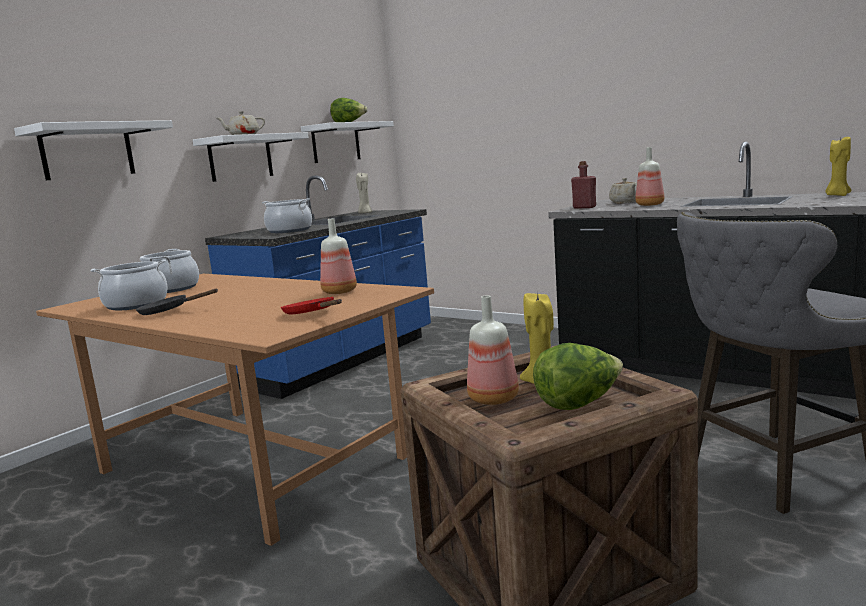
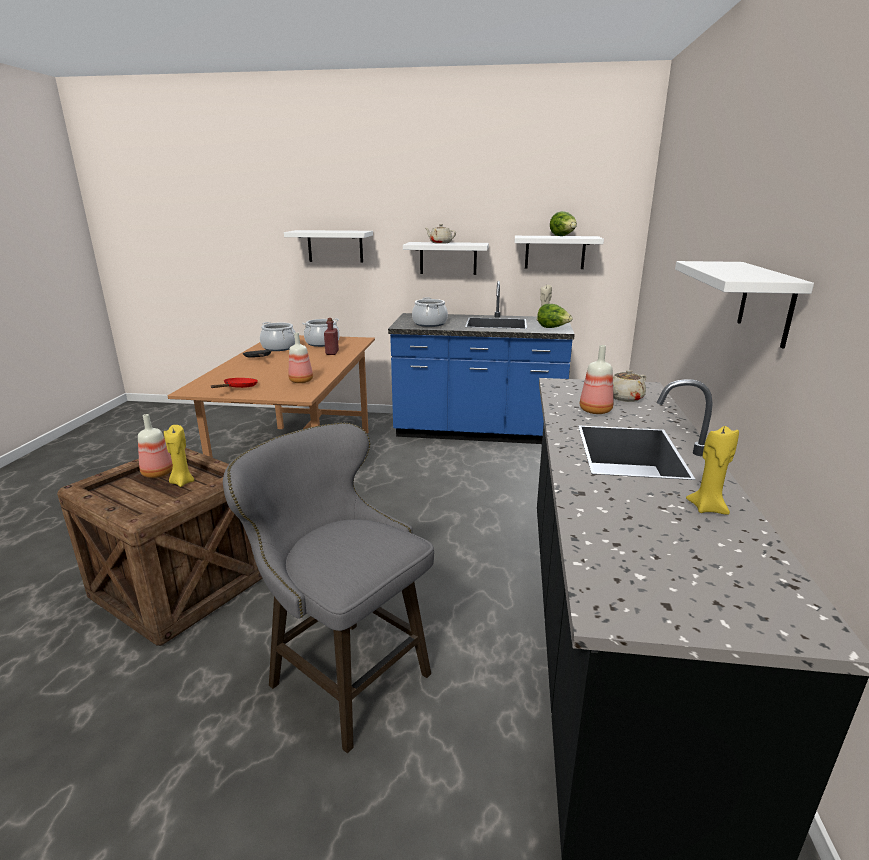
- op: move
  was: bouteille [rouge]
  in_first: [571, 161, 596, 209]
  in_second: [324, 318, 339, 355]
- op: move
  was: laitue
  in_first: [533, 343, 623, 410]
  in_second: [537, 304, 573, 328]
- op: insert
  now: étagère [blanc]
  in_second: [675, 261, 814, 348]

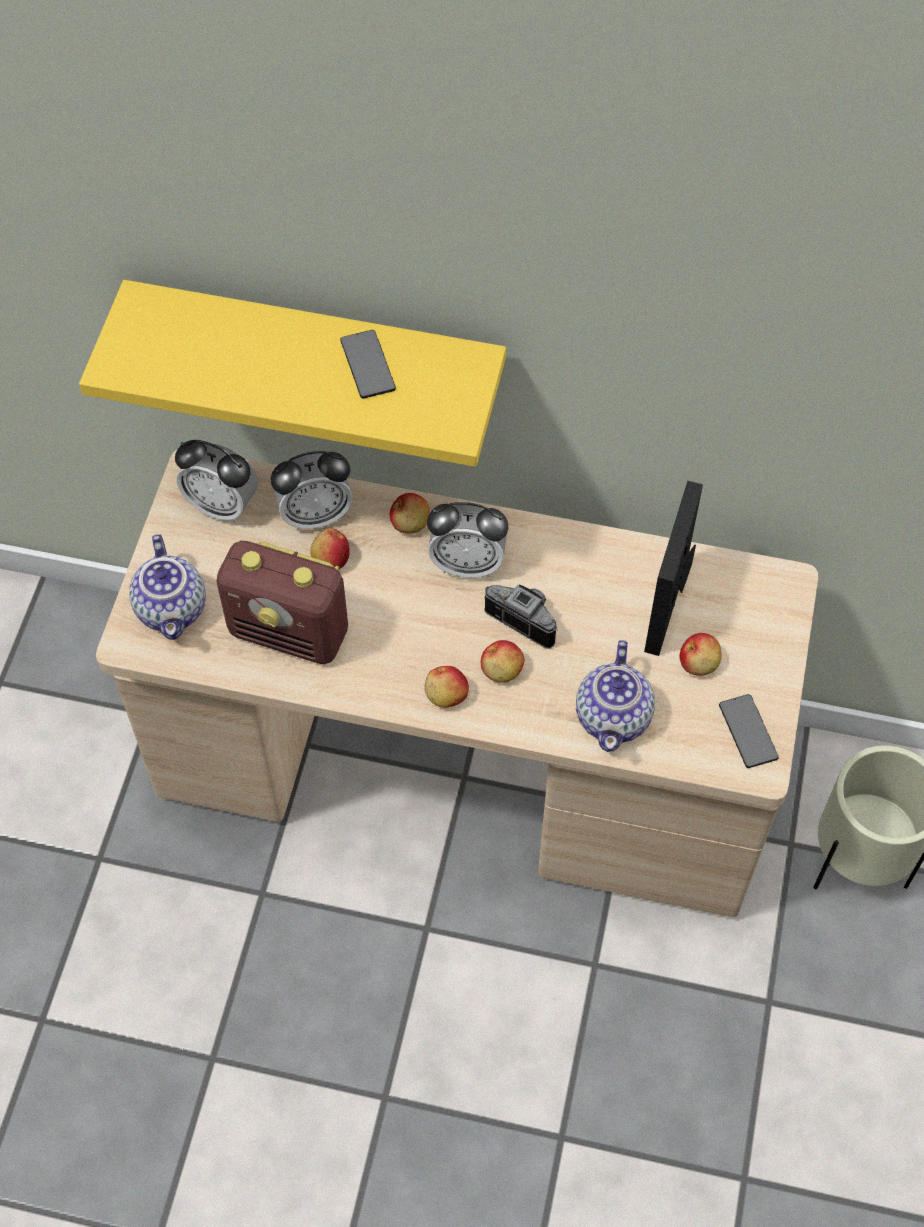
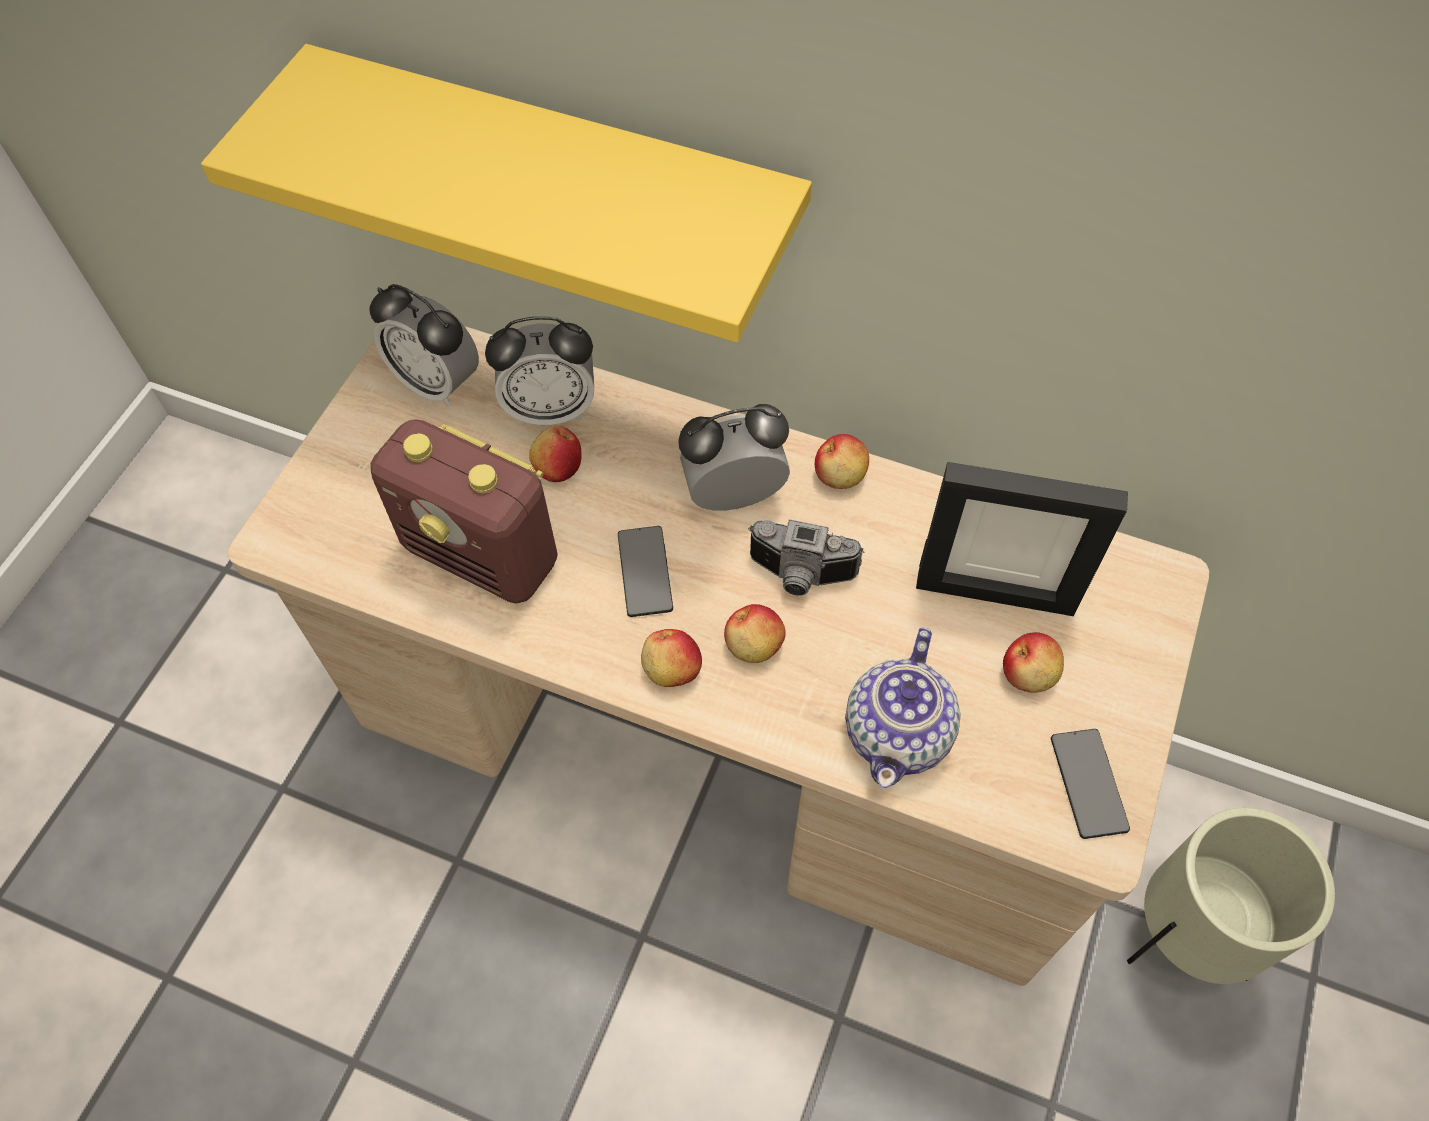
- op: move
  was: téléphone
  in_first: [340, 330, 396, 399]
  in_second: [618, 526, 673, 617]
- op: rotate
  was: réveil
  in_first: [427, 502, 509, 578]
  in_second: [678, 404, 790, 511]
  clockwise: 150
- op: rotate
  was: appareil photo
  in_first: [485, 584, 558, 649]
  in_second: [748, 519, 864, 596]
  clockwise: 150
- op: move
  was: pomme
  in_first: [390, 493, 430, 534]
  in_second: [815, 434, 869, 489]
- op: rotate
  was: cadre photo
  in_first: [644, 481, 703, 656]
  in_second: [916, 462, 1128, 616]
  clockwise: -105
- op: delete
  was: théière
  in_first: [129, 534, 206, 640]

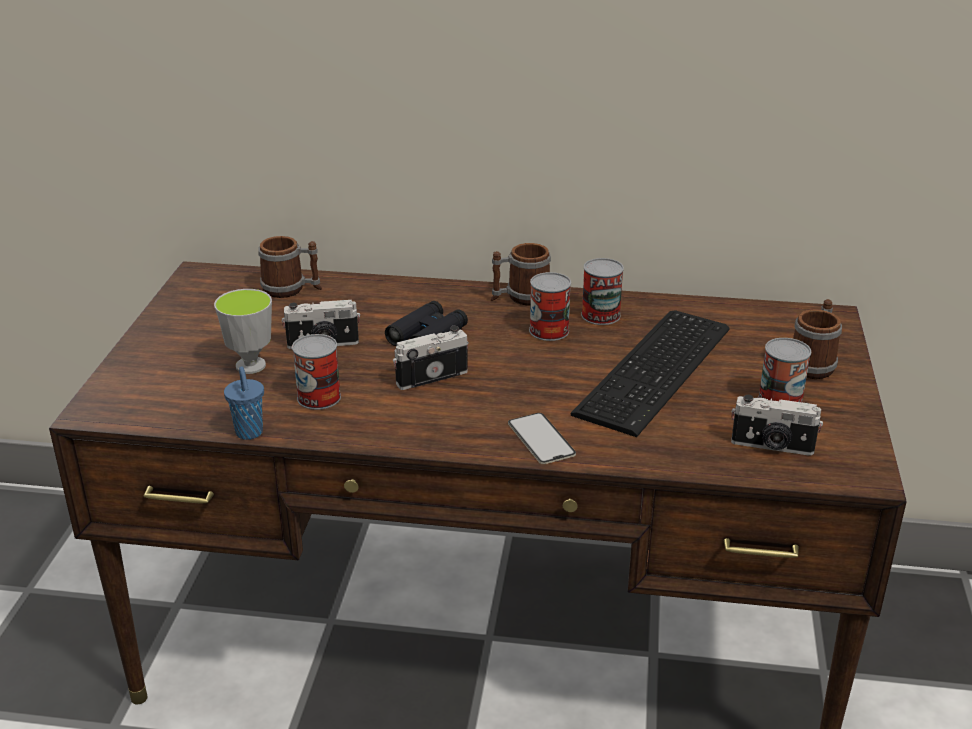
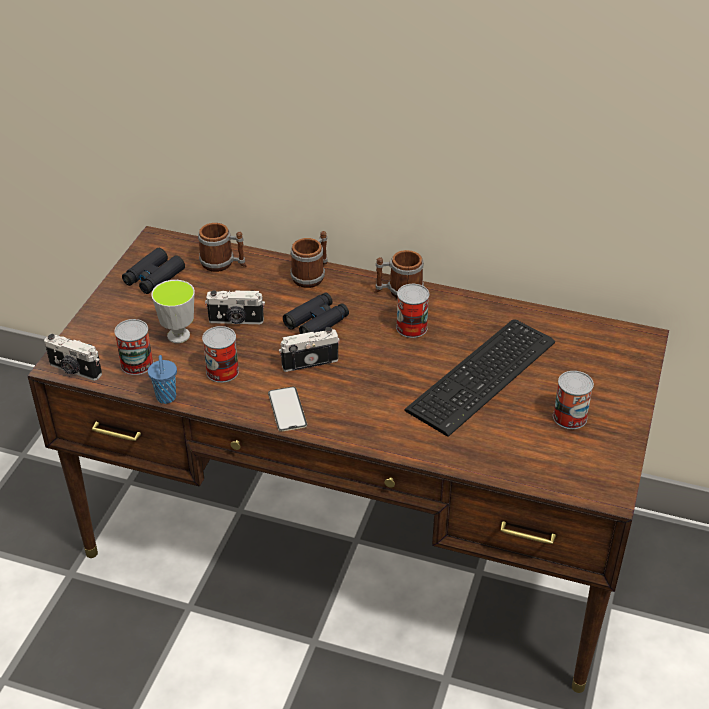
- op: move
  was: appareil photo
  in_first: [731, 395, 823, 456]
  in_second: [44, 334, 102, 381]
- op: move
  was: boîte métallique
  in_first: [581, 258, 624, 325]
  in_second: [114, 319, 153, 375]
- op: insert
  now: jumelles [noir]
  in_second: [122, 248, 185, 294]
- op: move
  was: téléphone
  in_first: [508, 413, 576, 464]
  in_second: [268, 387, 307, 432]
- op: move
  was: mug
  in_first: [793, 299, 842, 379]
  in_second: [290, 231, 328, 288]

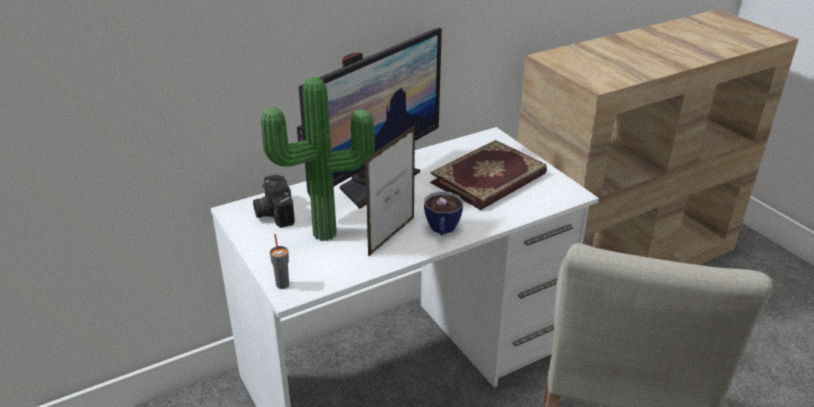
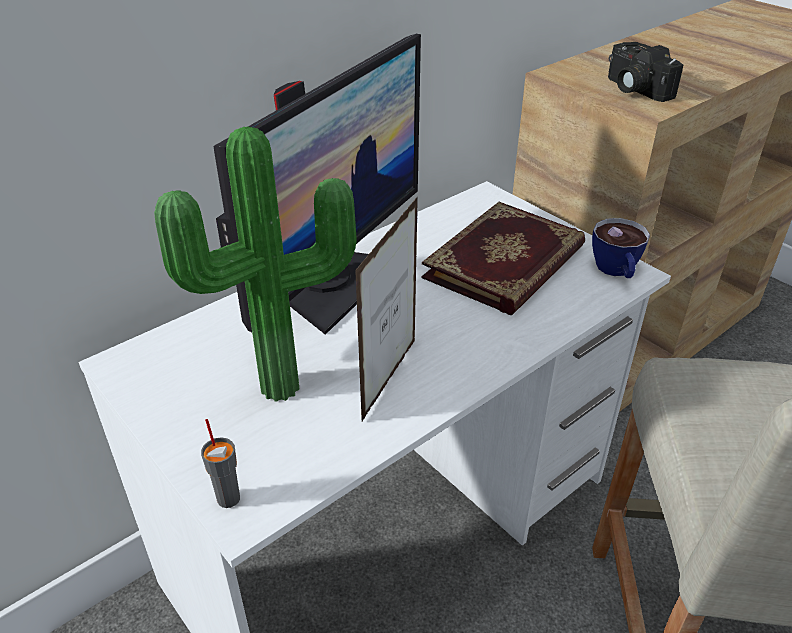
- op: move
  was: tasse
  in_first: [424, 191, 463, 235]
  in_second: [592, 218, 650, 278]
- op: move
  was: appareil photo
  in_first: [253, 175, 295, 228]
  in_second: [608, 42, 683, 102]

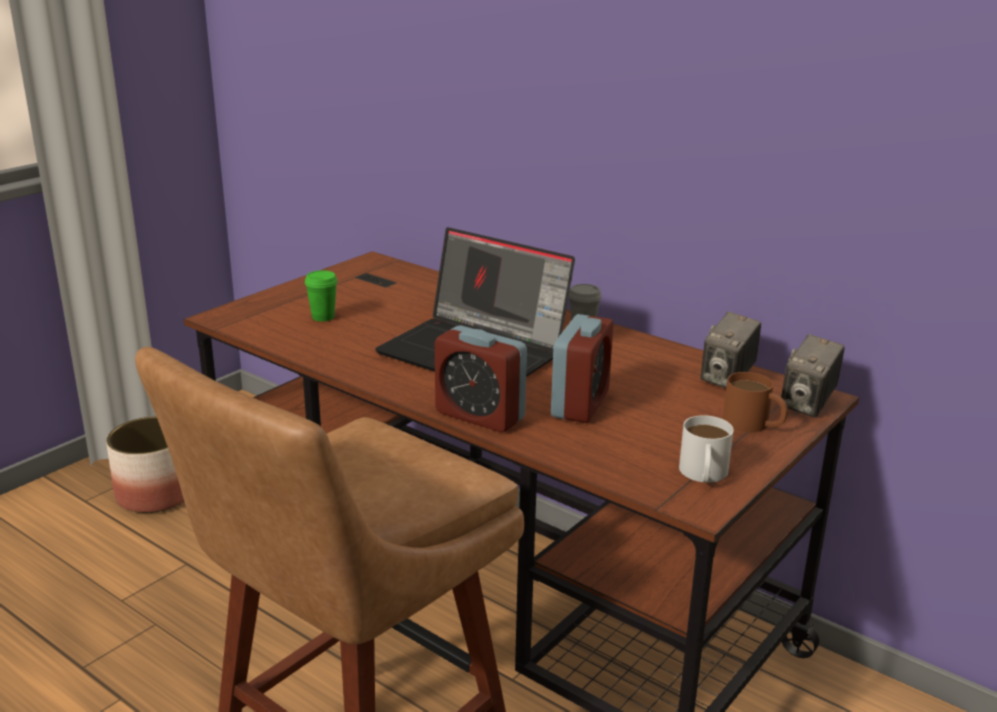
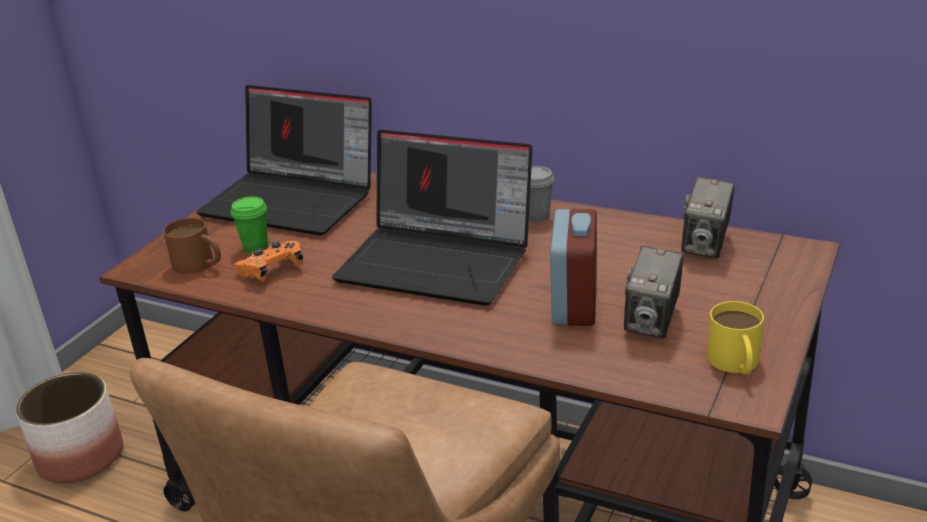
- op: move
  was: mug [marron]
  in_first: [723, 372, 788, 432]
  in_second: [163, 218, 221, 274]
- op: insert
  now: ordinateur portable
  in_second: [196, 85, 372, 235]
- op: insert
  now: manette [orange]
  in_second: [234, 241, 303, 282]
- op: move
  was: appareil photo
  in_first: [781, 334, 845, 418]
  in_second: [624, 245, 684, 339]
- op: recolor
  was: mug [blanc]
  now: mug [jaune]
  in_first: [679, 415, 734, 483]
  in_second: [707, 301, 764, 374]
- op: delete
  was: réveil
  in_first: [435, 325, 527, 432]

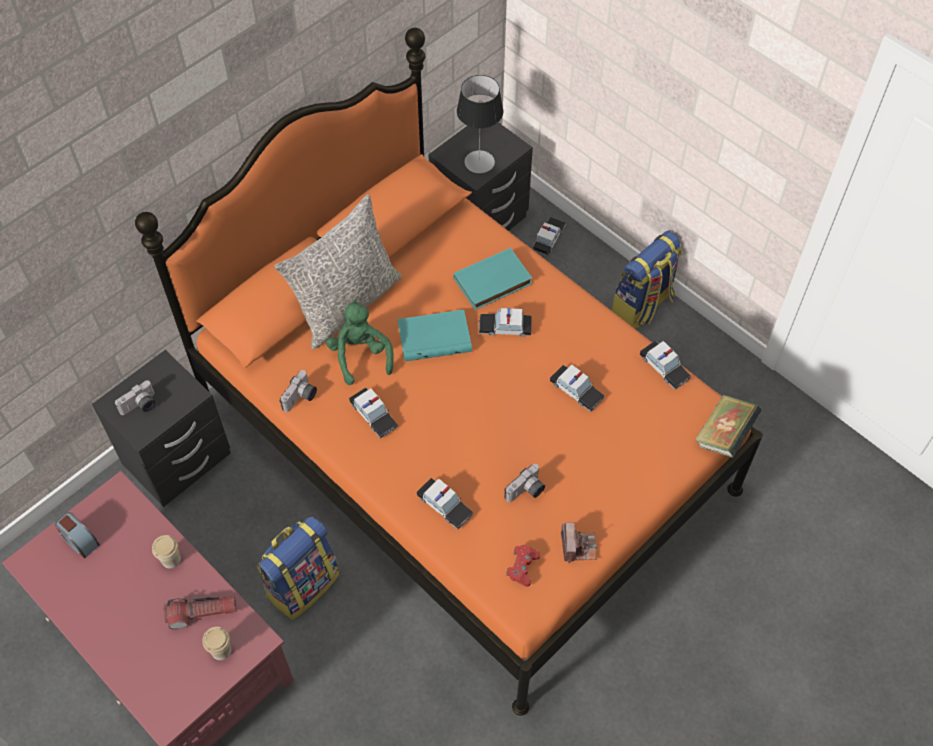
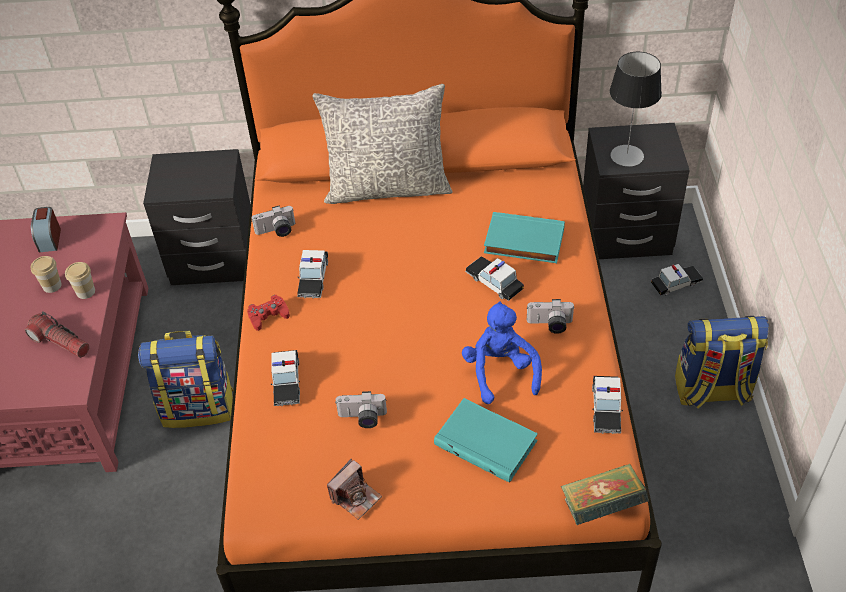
- op: move
  was: tasse
  in_first: [203, 627, 231, 660]
  in_second: [31, 256, 62, 293]
- op: move
  was: manette [rouge]
  in_first: [506, 545, 540, 587]
  in_second: [247, 295, 290, 331]
- op: move
  was: livre [turquoise]
  in_first: [398, 310, 472, 361]
  in_second: [434, 398, 538, 483]
- op: replace
  was: petite voiture
  now: peluche [bleu]
  in_first: [550, 364, 604, 412]
  in_second: [462, 301, 542, 404]
- op: move
  was: appareil photo
  in_first: [115, 380, 156, 415]
  in_second: [527, 299, 575, 334]
- op: delete
  was: peluche [vert]
  in_first: [326, 300, 394, 385]

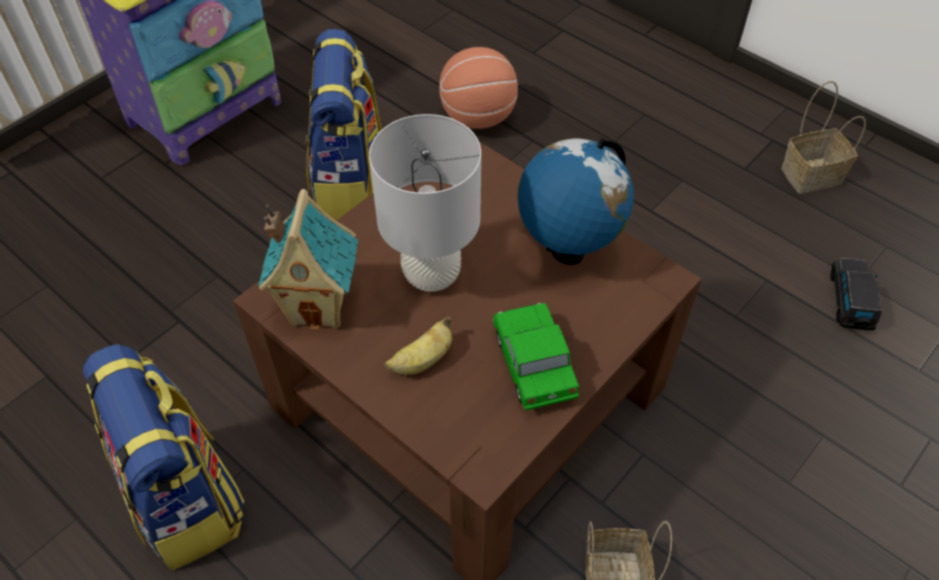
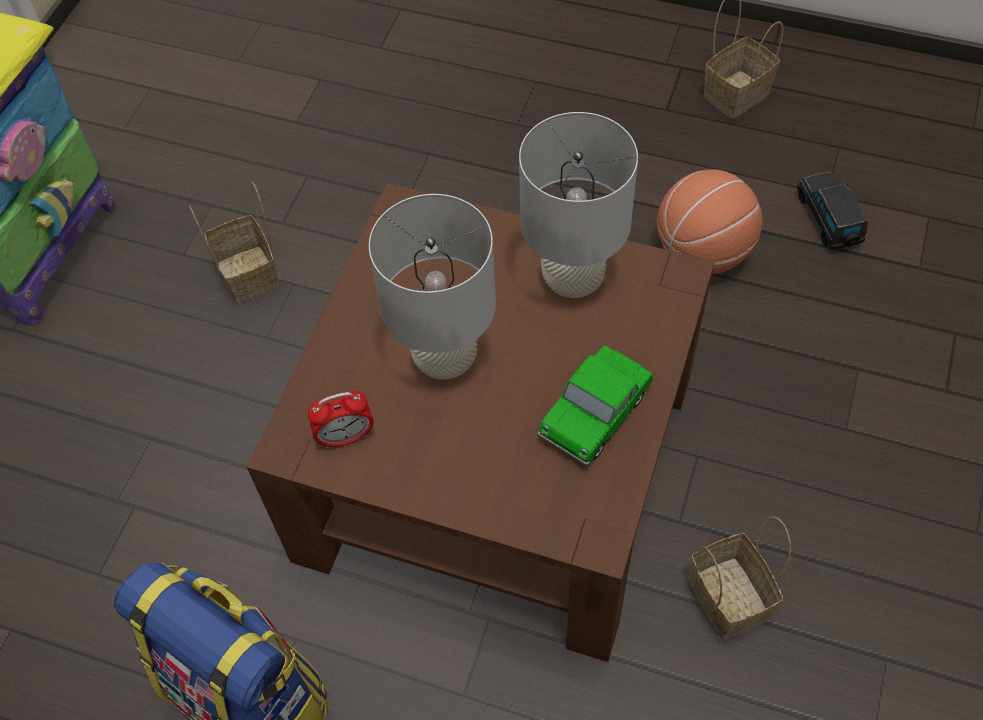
- op: replace
  was: sac à dos
  now: panier
  in_first: [306, 29, 382, 221]
  in_second: [189, 181, 280, 305]
- op: replace
  was: maison miniature
  now: réveil
  in_first: [258, 189, 358, 330]
  in_second: [308, 391, 374, 449]
- op: replace
  was: globe
  now: lampe de table [gris]
  in_first: [517, 138, 634, 265]
  in_second: [519, 112, 638, 298]
- op: rotate
  was: petite voiture
  in_first: [493, 303, 579, 411]
  in_second: [538, 345, 654, 465]
  clockwise: -105
- op: move
  was: ballon de basket
  in_first: [439, 47, 518, 129]
  in_second: [657, 169, 763, 274]
- op: delete
  was: banane
  in_first: [384, 316, 453, 375]

